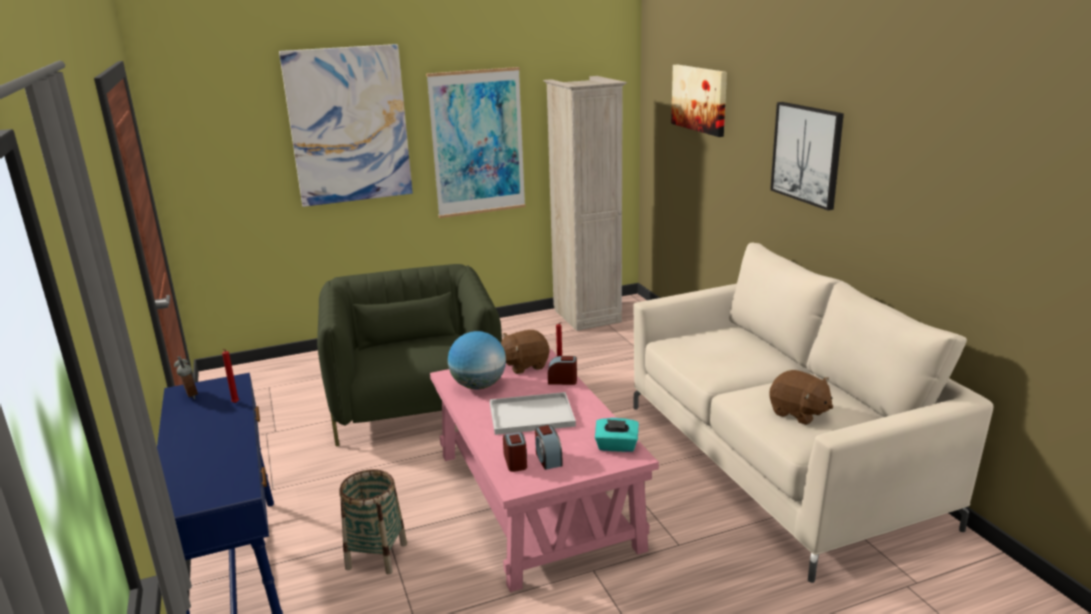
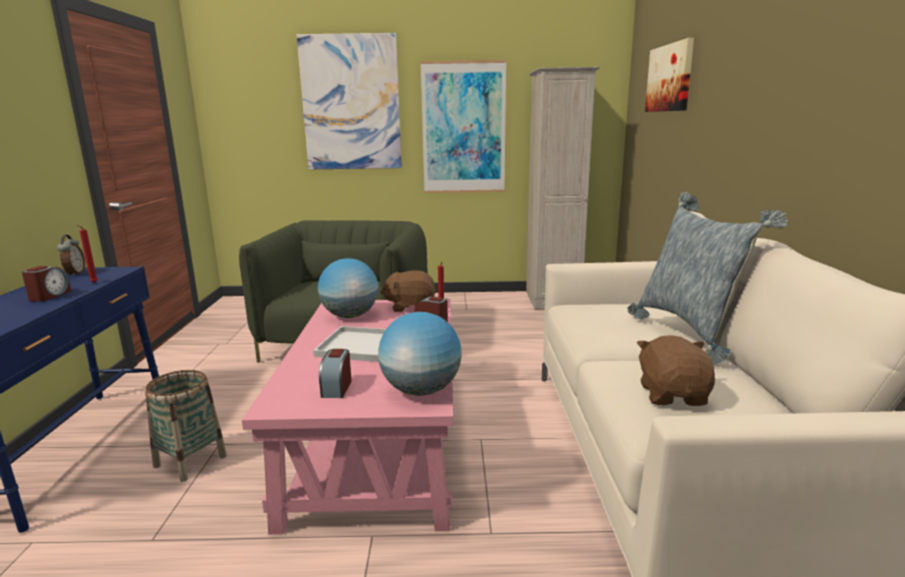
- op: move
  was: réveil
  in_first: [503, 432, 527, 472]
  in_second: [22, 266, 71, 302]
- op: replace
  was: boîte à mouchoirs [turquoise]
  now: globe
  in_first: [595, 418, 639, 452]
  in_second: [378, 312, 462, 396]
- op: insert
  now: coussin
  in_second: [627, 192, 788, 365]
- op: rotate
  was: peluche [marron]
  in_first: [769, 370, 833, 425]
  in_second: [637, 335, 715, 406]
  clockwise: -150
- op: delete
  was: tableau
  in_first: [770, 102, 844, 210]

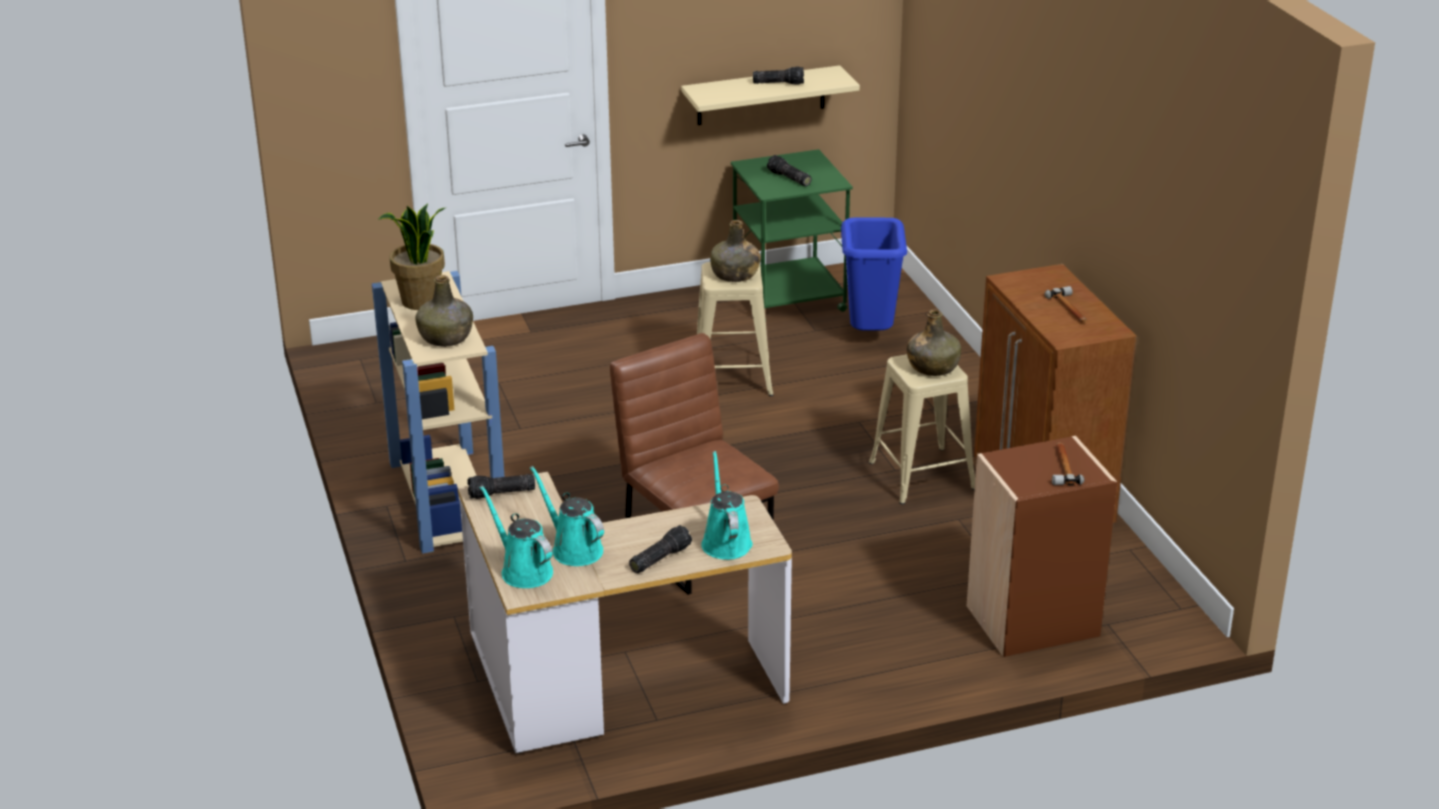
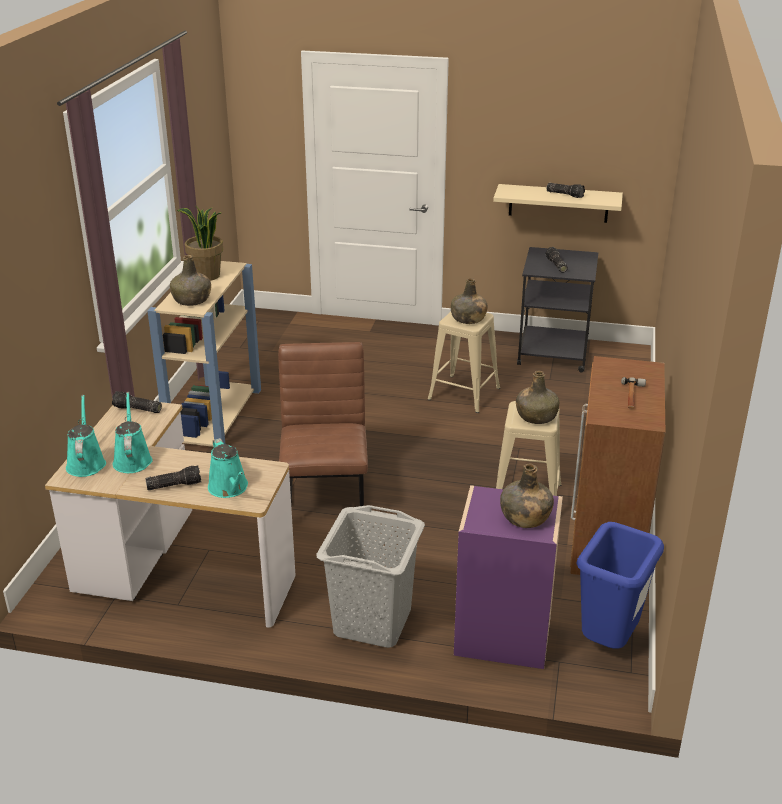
- op: rotate
  was: arrosoir [turquoise]
  in_first: [701, 451, 753, 560]
  in_second: [208, 438, 248, 498]
  clockwise: 135
- op: insert
  now: panier à linge [gris]
  in_second: [316, 505, 425, 648]
- op: recolor
  was: bibliothèque [marron]
  now: bibliothèque [violet]
  in_first: [967, 436, 1117, 657]
  in_second: [454, 485, 563, 669]
- op: replace
  was: marteau
  now: bouteille [vert]
  in_first: [1052, 443, 1084, 485]
  in_second: [500, 463, 554, 528]
- op: recolor
  was: chariot [vert]
  now: chariot [noir]
  in_first: [731, 149, 853, 319]
  in_second: [517, 247, 599, 373]
- op: move
  was: poubelle [bleu]
  in_first: [841, 218, 907, 331]
  in_second: [576, 522, 664, 649]

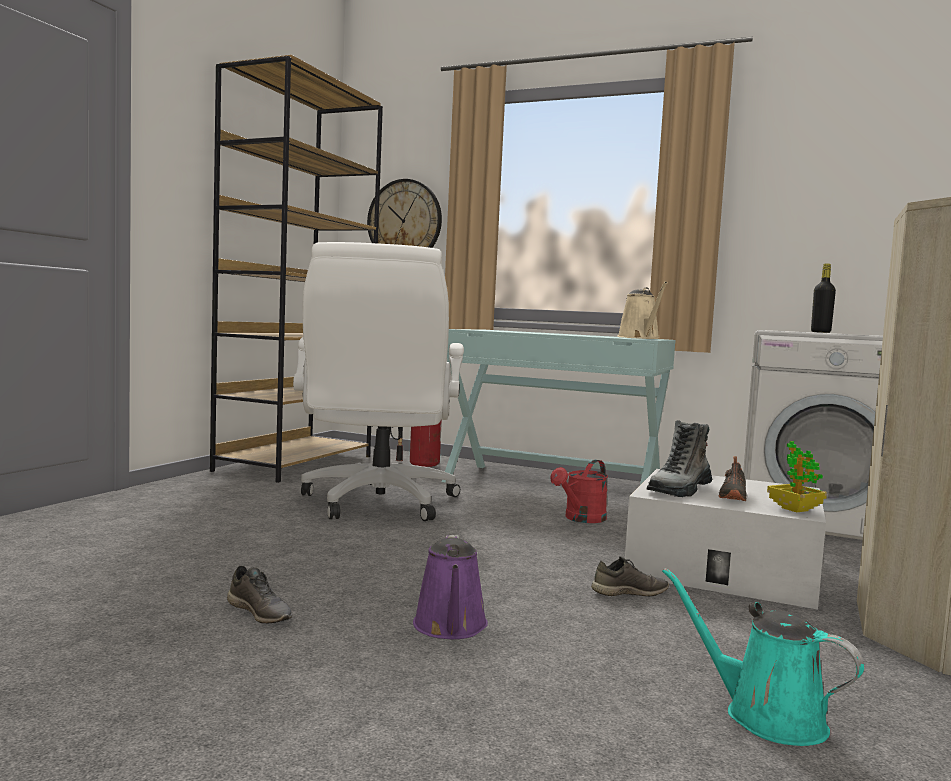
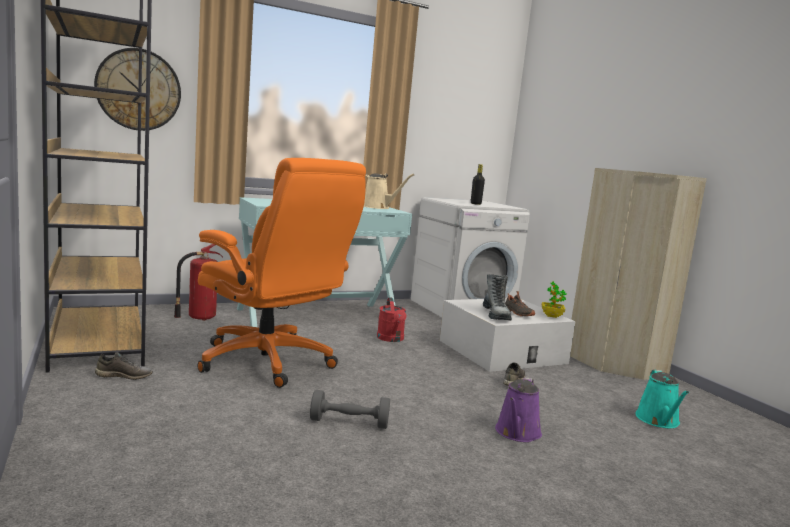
- op: move
  was: chaussure [gris]
  in_first: [227, 566, 292, 623]
  in_second: [95, 352, 153, 380]
- op: recolor
  was: chaise de bureau [blanc]
  now: chaise de bureau [orange]
  in_first: [293, 242, 464, 521]
  in_second: [198, 158, 366, 388]
- op: insert
  now: haltère [gris]
  in_second: [310, 390, 390, 429]
- op: rotate
  was: arrosoir [violet]
  in_first: [413, 535, 488, 639]
  in_second: [495, 377, 542, 442]
  clockwise: 75
- op: rotate
  was: arrosoir [turquoise]
  in_first: [662, 568, 864, 746]
  in_second: [635, 369, 689, 428]
  clockwise: -75

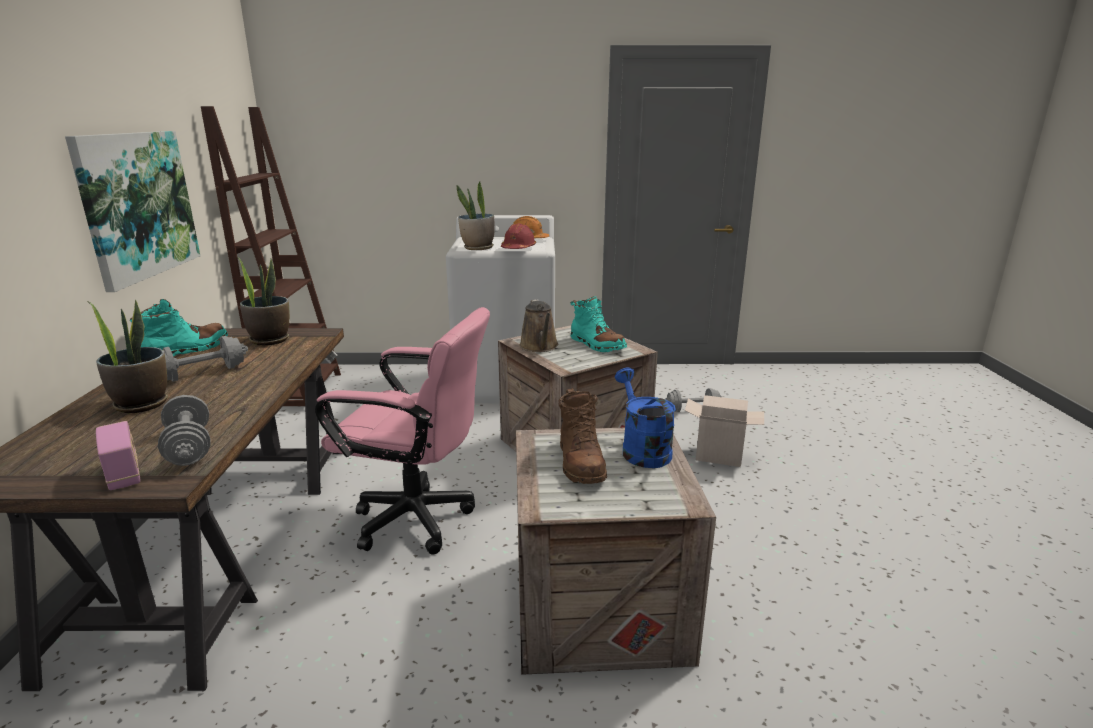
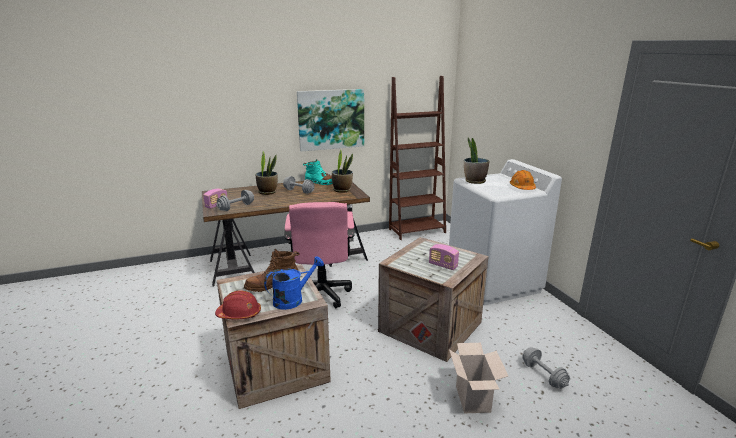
- op: move
  was: casque de chantier [rouge]
  in_first: [501, 223, 536, 249]
  in_second: [215, 290, 261, 319]
- op: replace
  was: botte [turquoise]
  now: radio
  in_first: [570, 296, 627, 352]
  in_second: [429, 244, 459, 270]
- op: delete
  was: arrosoir [marron]
  in_first: [519, 299, 558, 352]

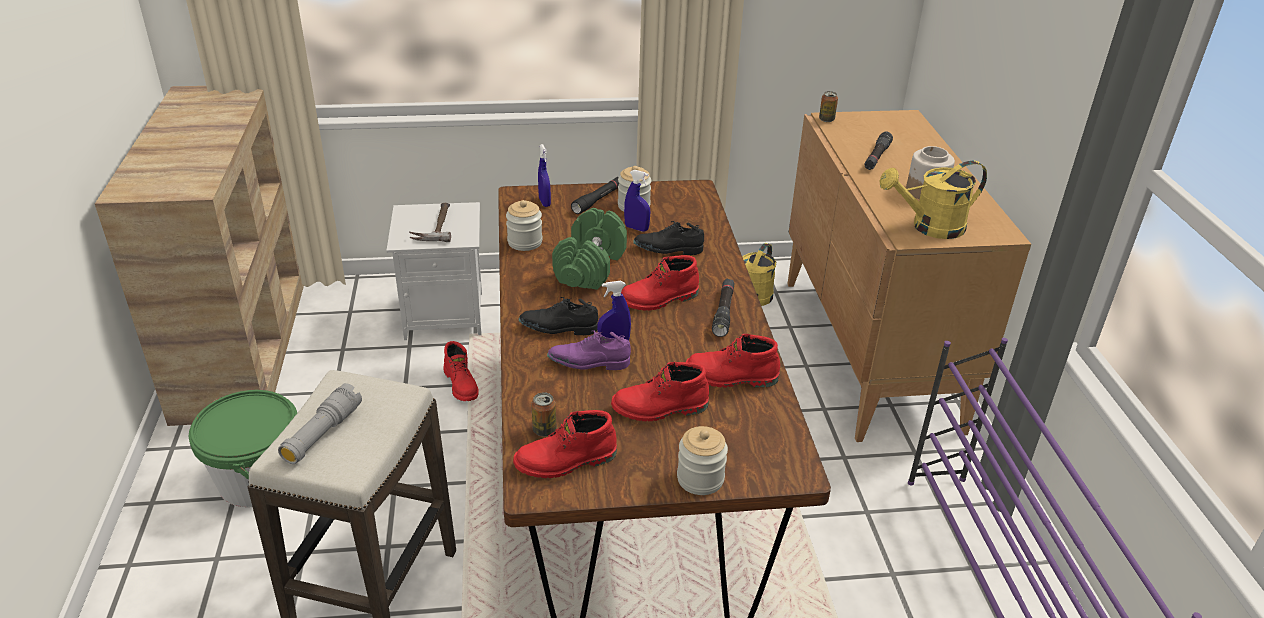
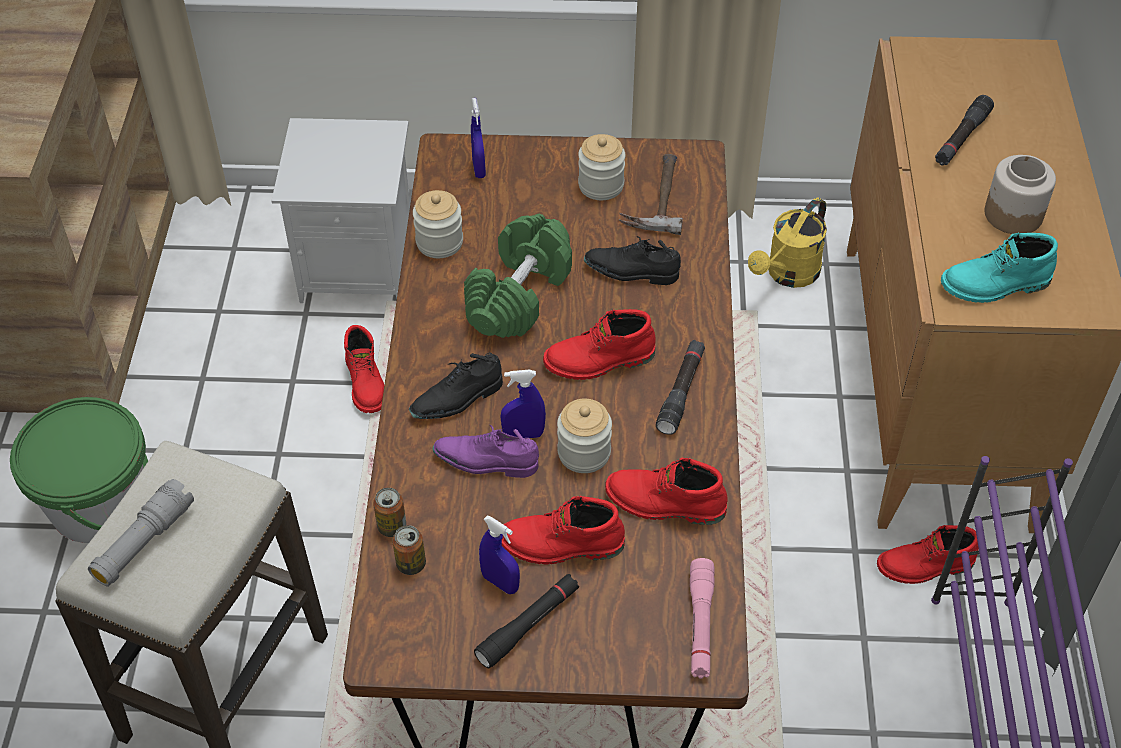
- op: move
  was: boîte métallique
  in_first: [819, 91, 838, 122]
  in_second: [373, 488, 406, 537]
- op: rotate
  was: chaussure [noir]
  in_first: [519, 297, 598, 335]
  in_second: [409, 352, 503, 419]
  clockwise: -45
- op: move
  was: lampe de poche [noir]
  in_first: [571, 177, 619, 214]
  in_second: [474, 574, 579, 668]
- op: move
  was: vaporisateur [bleu]
  in_first: [624, 170, 650, 232]
  in_second: [479, 515, 520, 594]
- op: move
  was: bocal
  in_first: [677, 426, 728, 495]
  in_second: [557, 399, 612, 473]
- op: move
  was: marteau
  in_first: [409, 203, 451, 242]
  in_second: [619, 154, 683, 235]
- op: insert
  now: lampe de poche [rose]
  in_second: [690, 558, 715, 679]
- op: move
  was: botte [rouge]
  in_first: [513, 410, 617, 478]
  in_second: [877, 525, 979, 584]
- op: replace
  was: arrosoir [jaune]
  now: botte [turquoise]
  in_first: [879, 161, 987, 239]
  in_second: [941, 233, 1058, 303]

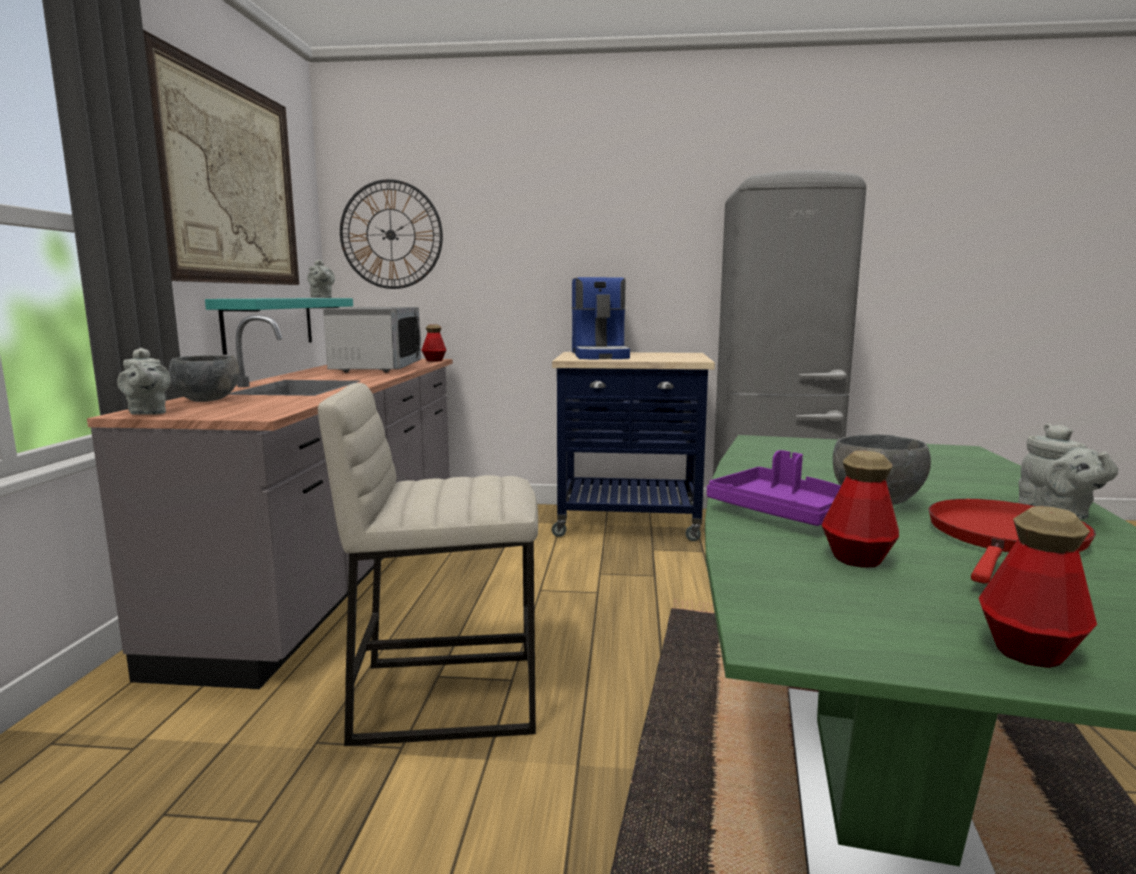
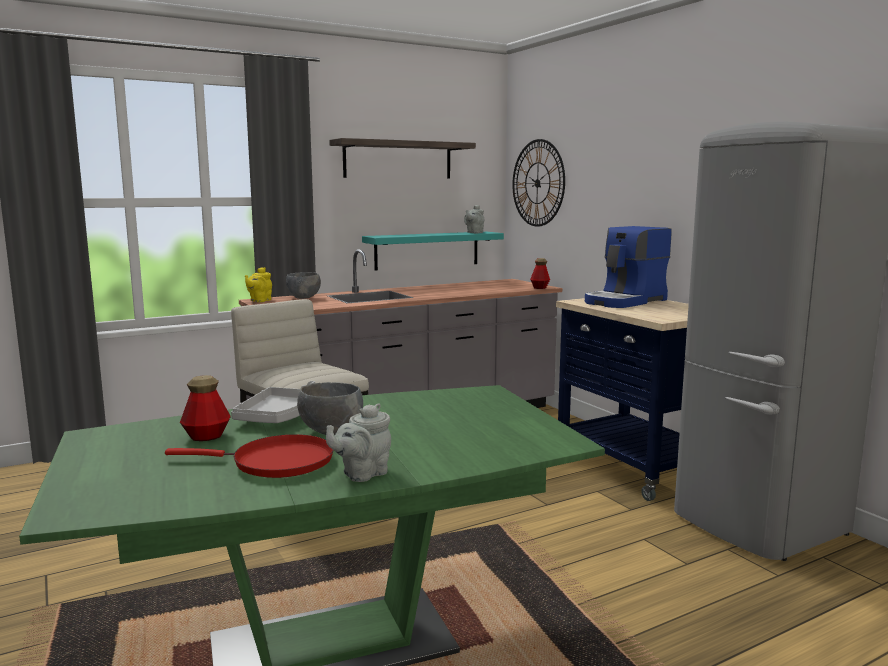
- op: recolor
  was: plateau [violet]
  now: plateau [gris]
  in_first: [707, 450, 841, 526]
  in_second: [231, 381, 315, 423]
- op: recolor
  was: théière [gris]
  now: théière [jaune]
  in_first: [117, 348, 171, 415]
  in_second: [245, 267, 272, 302]
- op: replace
  was: tableau
  now: étagère
  in_first: [143, 30, 299, 285]
  in_second: [329, 138, 476, 179]
- op: delete
  was: micro-ondes
  in_first: [323, 307, 421, 373]
- op: delete
  was: bouteille
  in_first: [979, 506, 1097, 668]

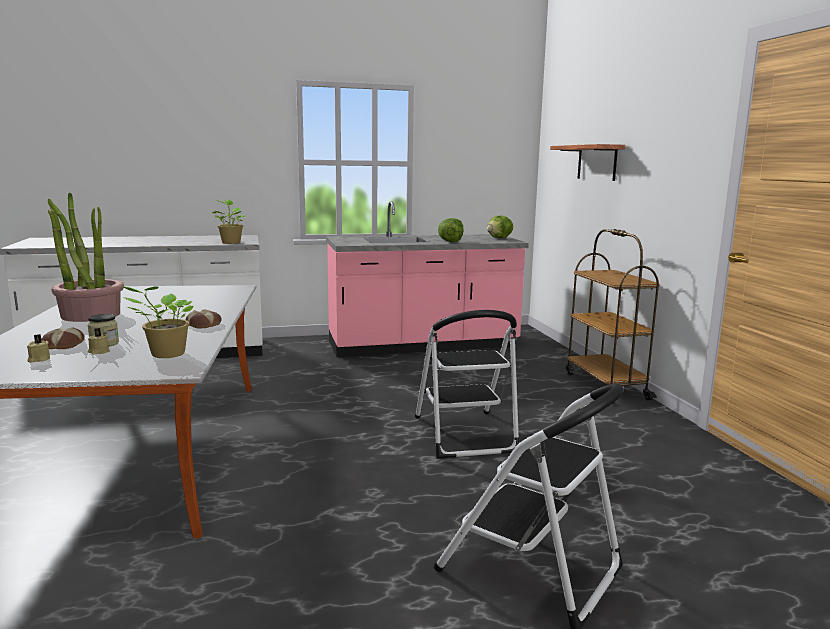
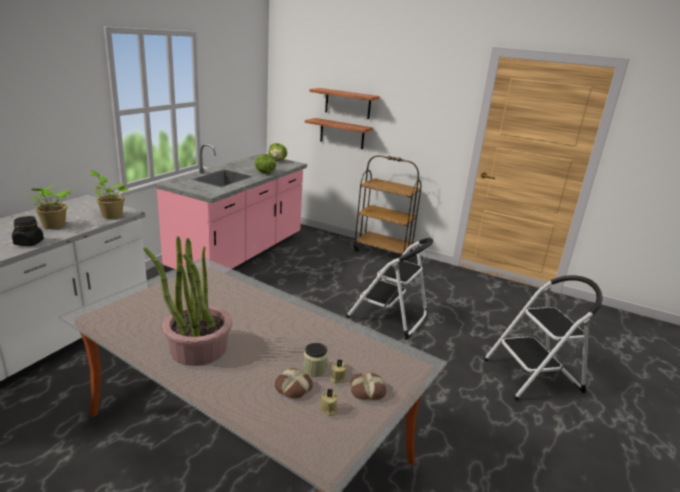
- op: insert
  now: bocal [noir]
  in_second: [12, 216, 44, 246]
- op: move
  was: plante en pot
  in_first: [123, 286, 193, 358]
  in_second: [30, 185, 72, 229]
- op: insert
  now: étagère
  in_second: [305, 118, 373, 149]
- op: move
  was: pain
  in_first: [186, 310, 222, 328]
  in_second: [350, 373, 386, 400]

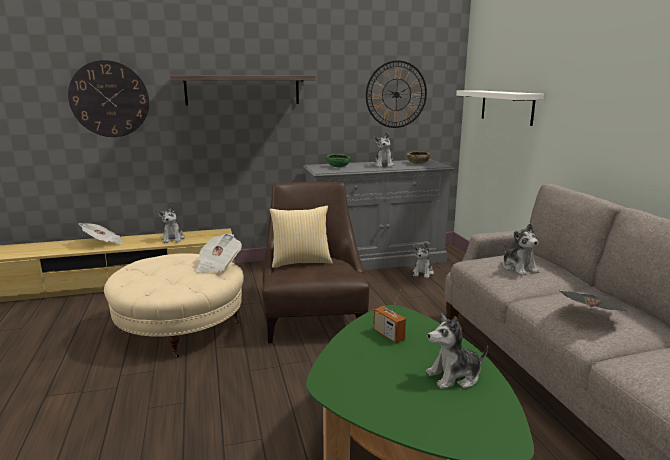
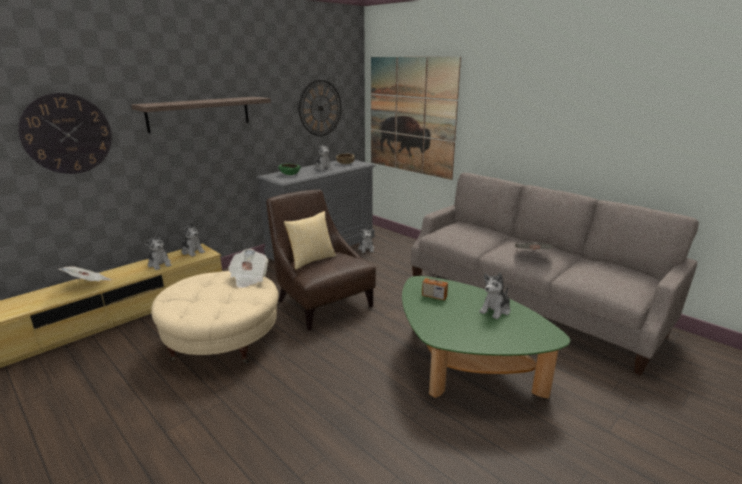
- op: move
  was: peluche
  in_first: [503, 223, 540, 276]
  in_second: [180, 222, 205, 257]
- op: replace
  was: étagère [blanc]
  now: tableau
  in_first: [456, 90, 544, 126]
  in_second: [371, 57, 461, 180]

